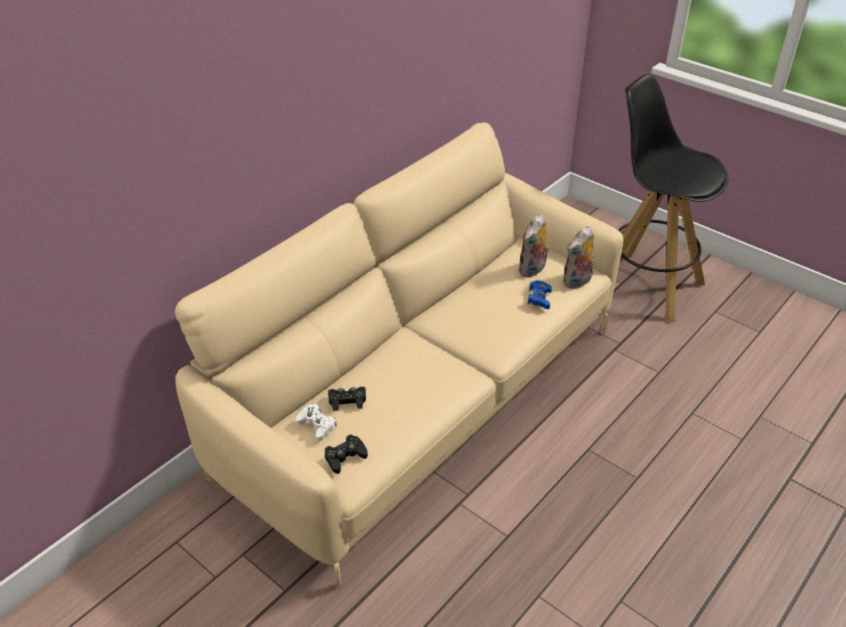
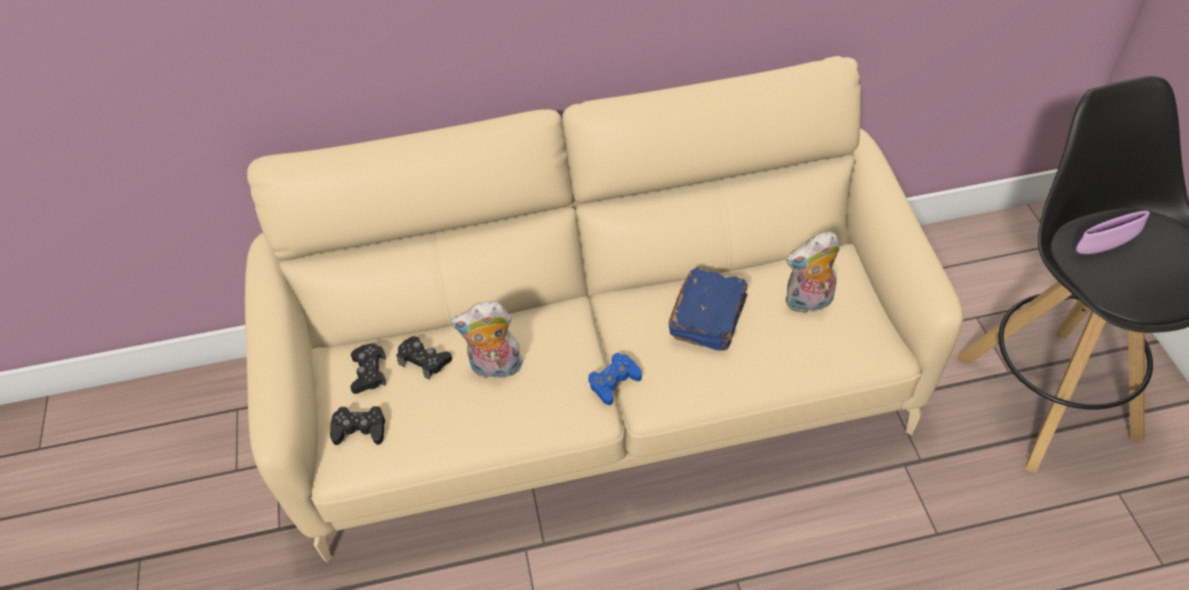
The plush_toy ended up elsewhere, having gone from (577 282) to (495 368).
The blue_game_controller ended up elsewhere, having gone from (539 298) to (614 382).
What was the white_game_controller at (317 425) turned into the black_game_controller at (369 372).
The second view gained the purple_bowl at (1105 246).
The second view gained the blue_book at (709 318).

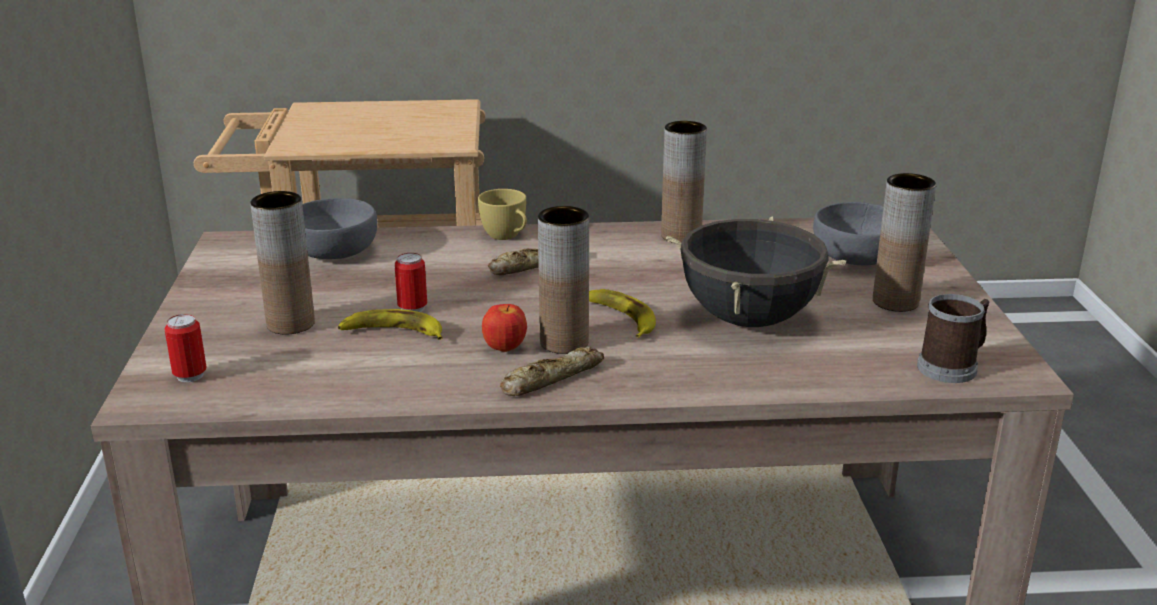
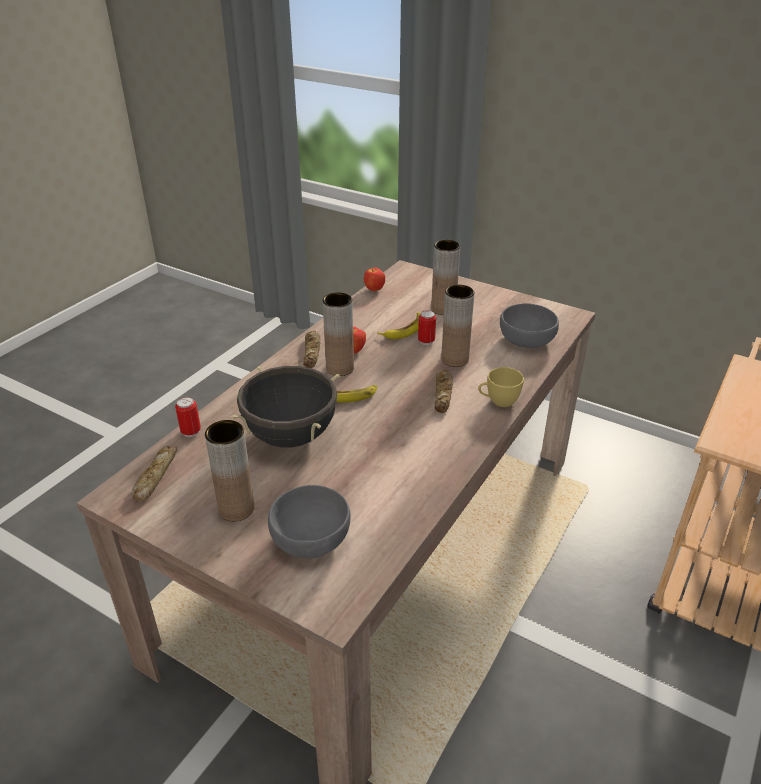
The brown_vase ended up elsewhere, having gone from (681 236) to (454 359).
Where the mug stood at (952 367), the bread came to stand at (155 476).
The can ended up elsewhere, having gone from (190 375) to (191 432).
The second view gained the apple at (374 290).

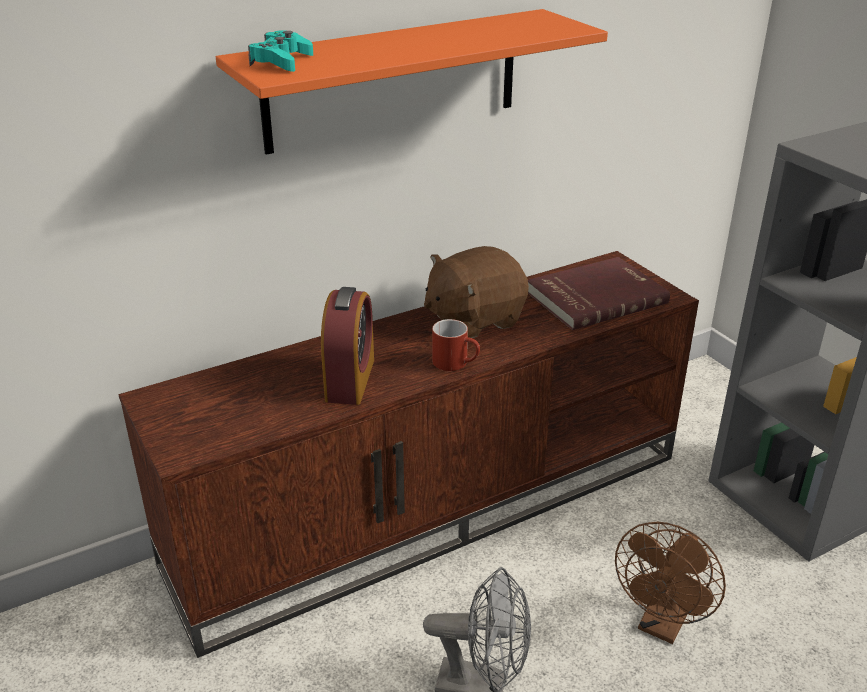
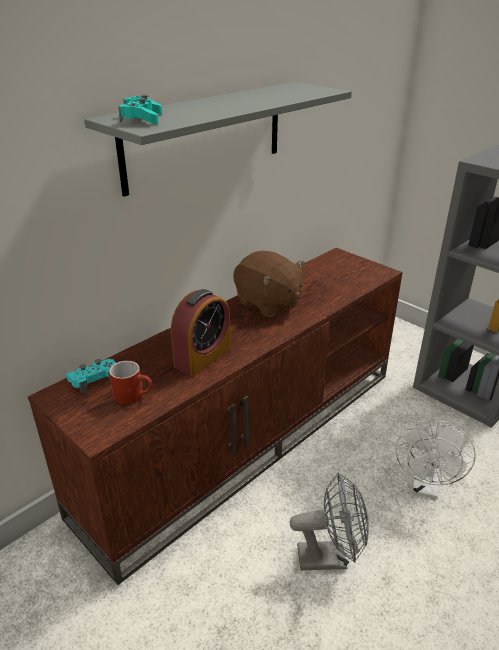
What was the orange_shelf at (393 80) turned into the grey_shelf at (205 136).
The brown_plush_toy at (474 319) ended up facing another way, 90 degrees counterclockwise from before.
The second view lost the red_book at (594 296).
The alarm_clock at (350 380) ended up facing another way, 45 degrees clockwise from before.
The red_mug ended up elsewhere, having gone from (456 363) to (134 395).
What was the brown_fan at (662 625) turned into the white_fan at (425 487).
The second view gained the turquoise_game_controller at (94 379).

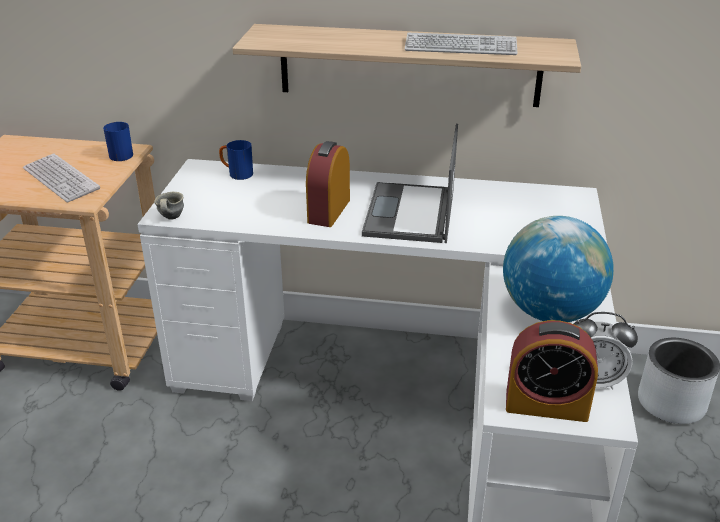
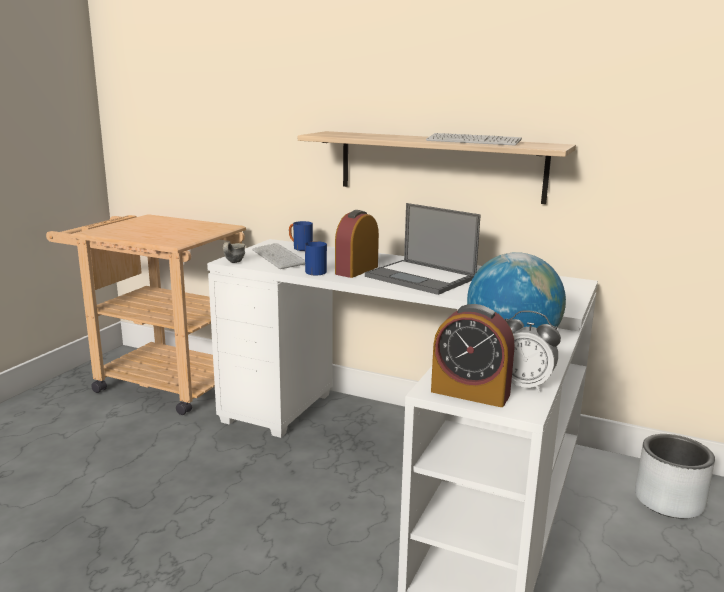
The blue_mug ended up elsewhere, having gone from (123 154) to (317 271).
The laptop at (410 214) ended up facing another way, 75 degrees counterclockwise from before.
The keyboard ended up elsewhere, having gone from (61 179) to (278 257).

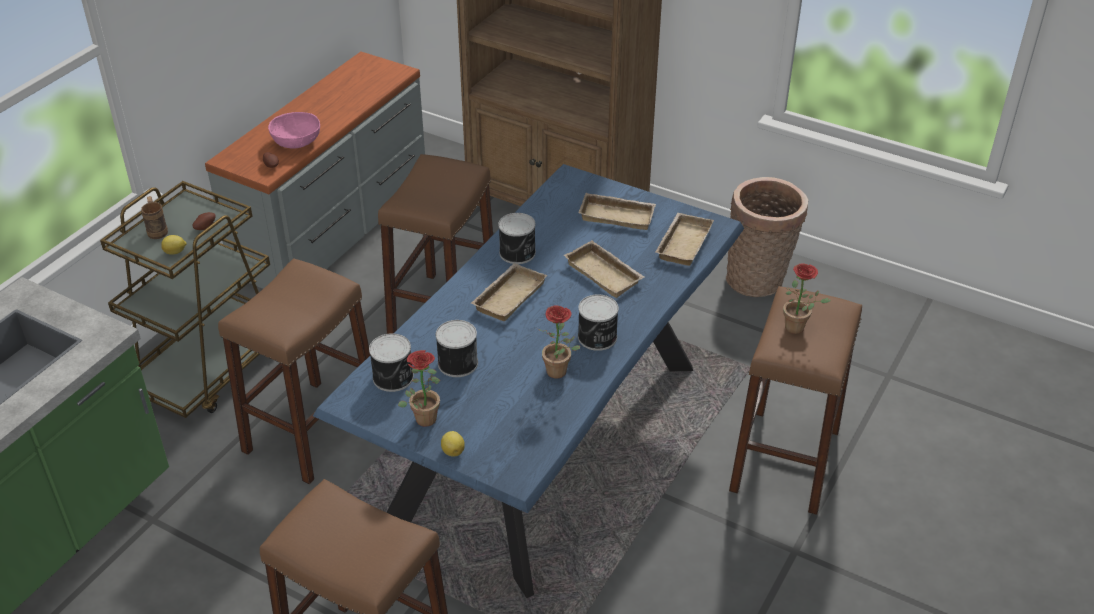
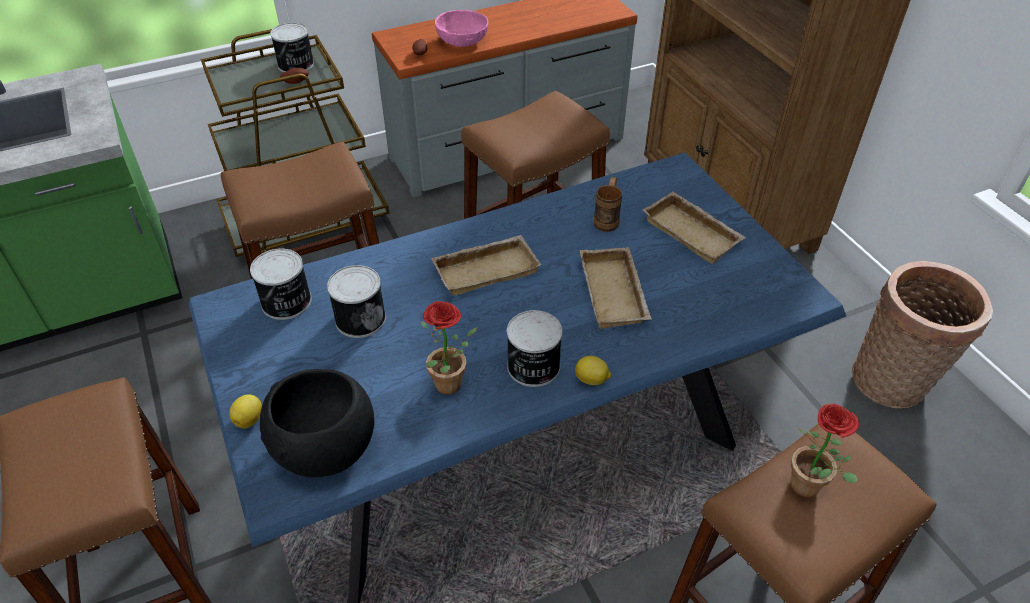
The brown_mug ended up elsewhere, having gone from (157 230) to (607 219).
The can ended up elsewhere, having gone from (518 253) to (296 65).
The second view lost the beige_tray at (682 243).
The lemon ended up elsewhere, having gone from (175 252) to (592 380).
The second view lost the potted_plant at (424 416).
The second view gained the black_bowl at (323 449).

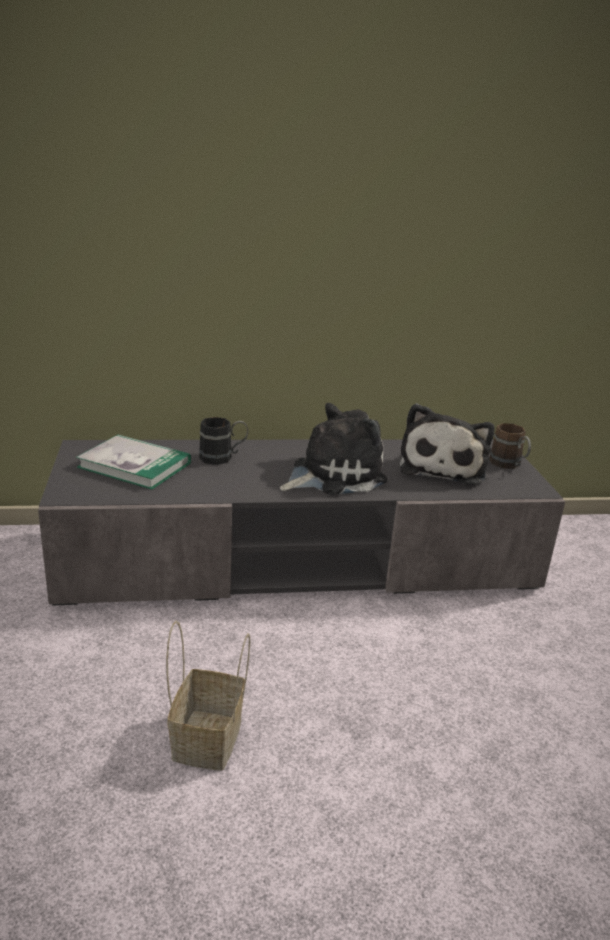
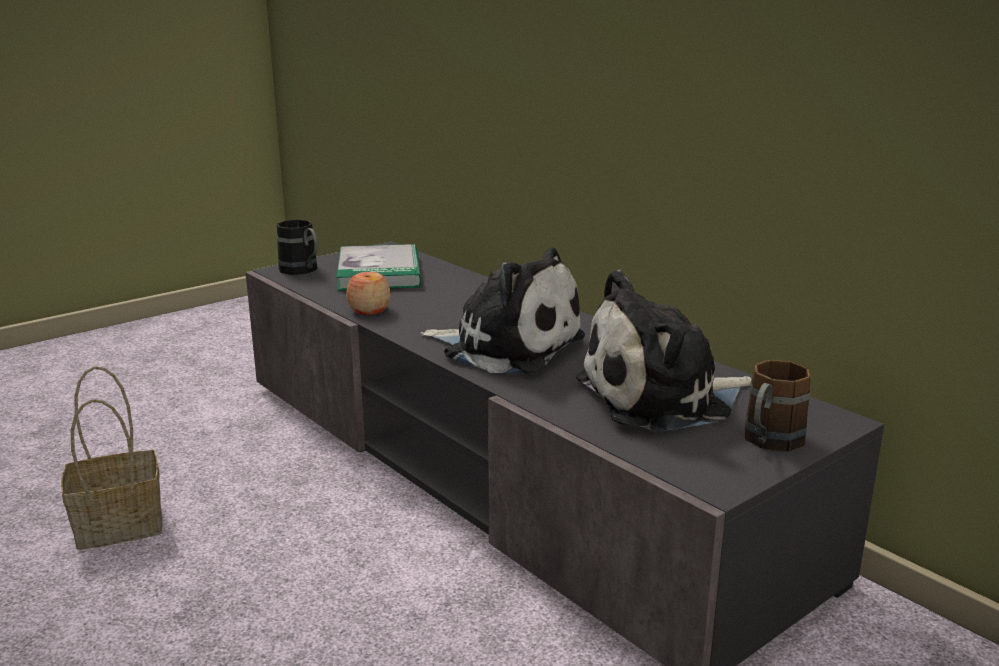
The black_mug ended up elsewhere, having gone from (223 457) to (303 271).
The second view gained the apple at (369 310).

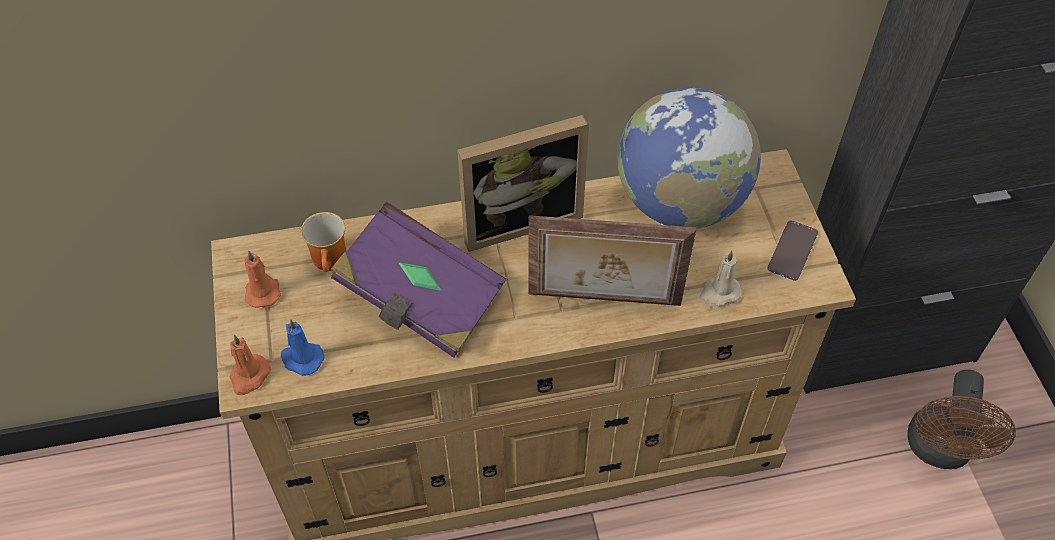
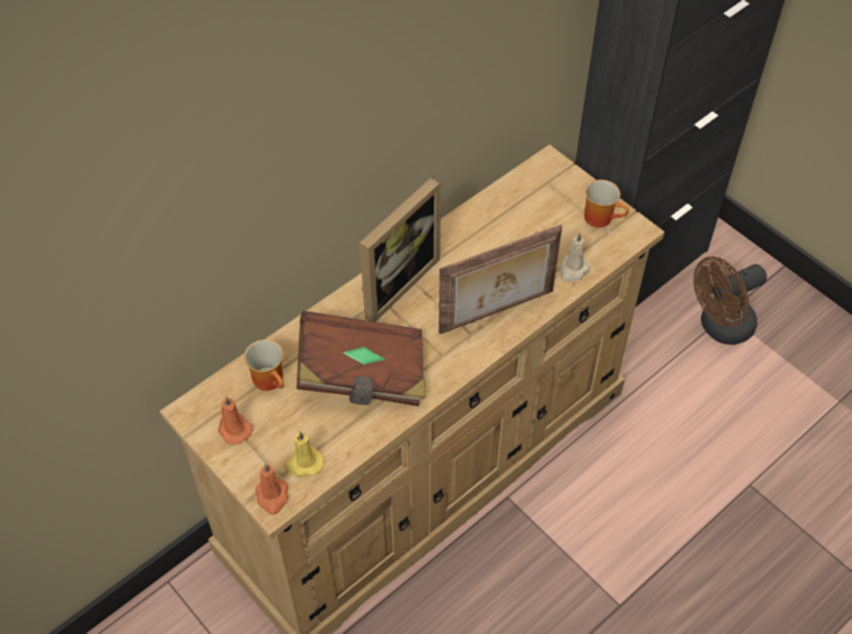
The second view lost the globe at (680 203).
What was the purple_book at (421 299) turned into the brown_book at (362 375).
Where the phone stood at (792 251), the mug came to stand at (602 217).
What was the blue_candle at (301 359) turned into the yellow_candle at (304 464).
The brown_fan at (939 451) ended up facing another way, 75 degrees clockwise from before.

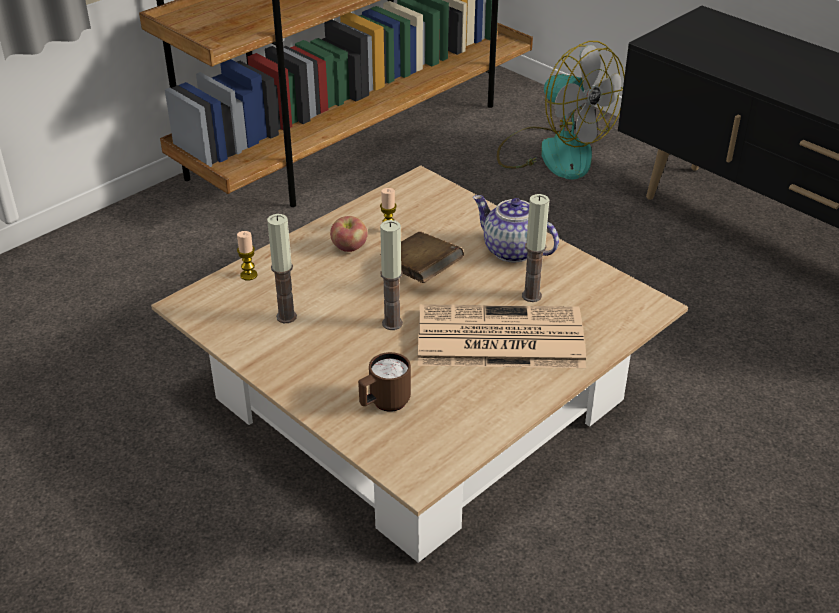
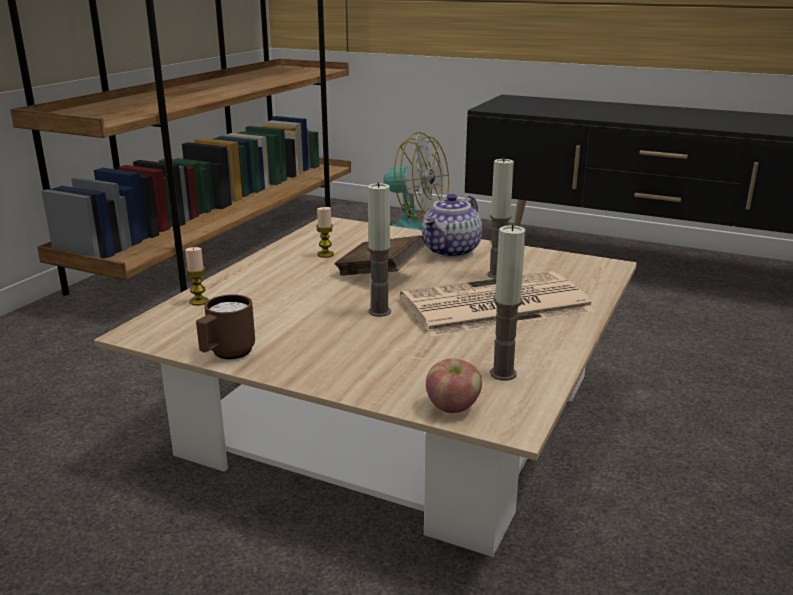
The teapot at (511 251) ended up facing another way, 75 degrees counterclockwise from before.
The candle ended up elsewhere, having gone from (286 316) to (503 374).
The apple ended up elsewhere, having gone from (349 247) to (453 407).
The brown_mug ended up elsewhere, having gone from (384 404) to (227 354).

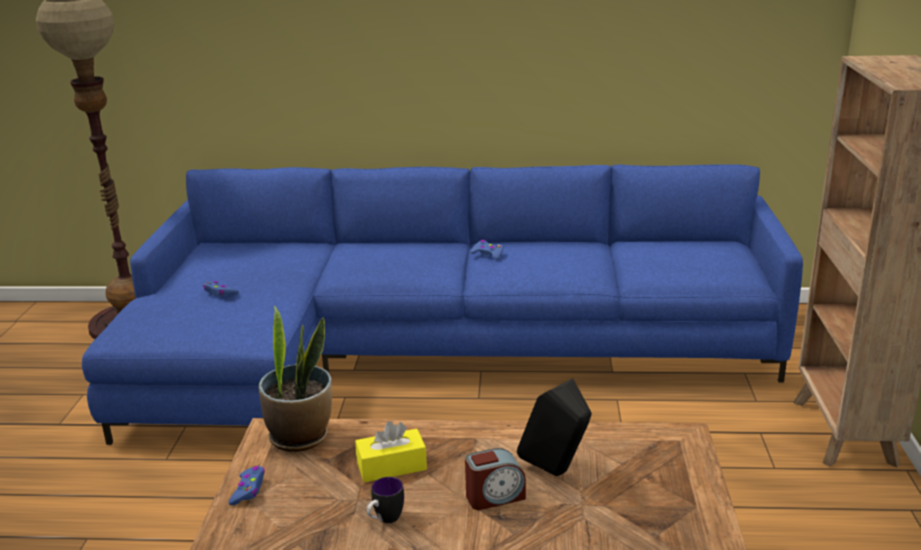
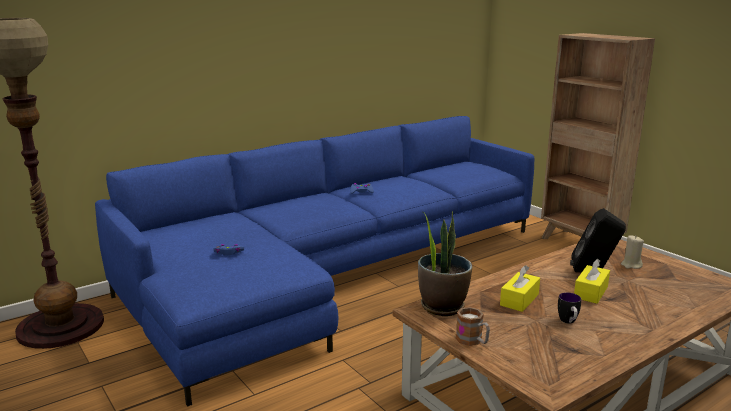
Where the alarm_clock stood at (495 497), the yellow_tissue_box came to stand at (591 292).
Where the blue_game_controller stood at (248 490), the mug came to stand at (473 341).
The second view gained the beige_candle at (631 265).

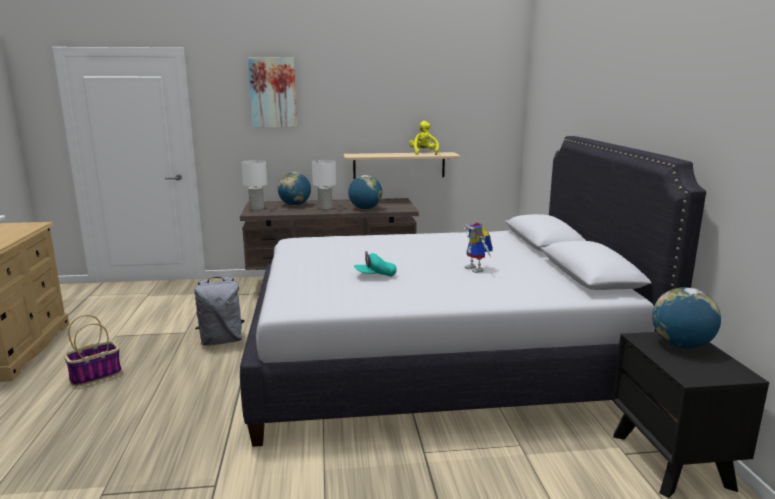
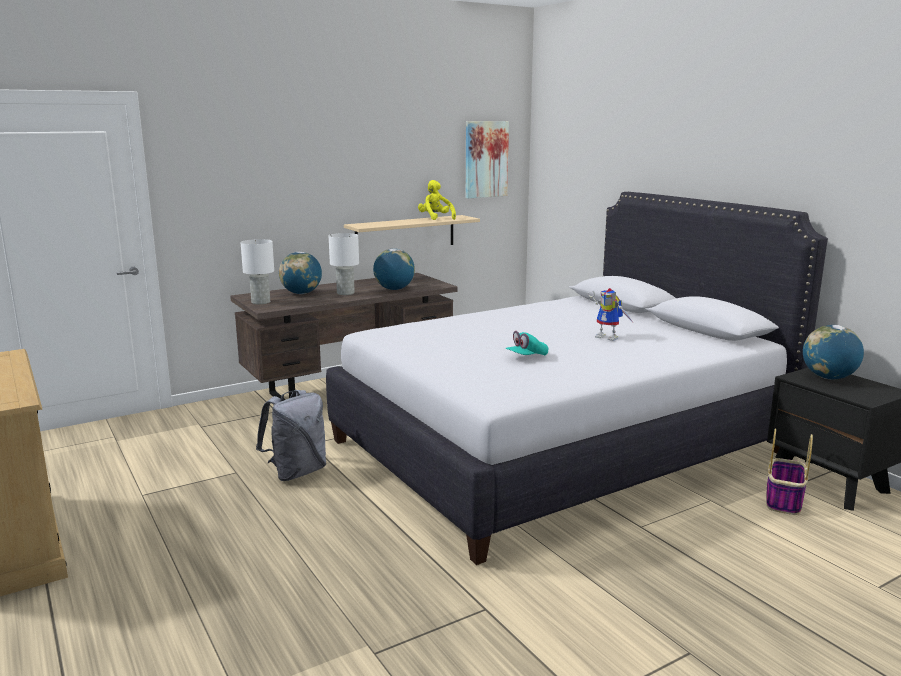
The picture ended up elsewhere, having gone from (273 92) to (486 159).
The basket ended up elsewhere, having gone from (96 375) to (783 500).

